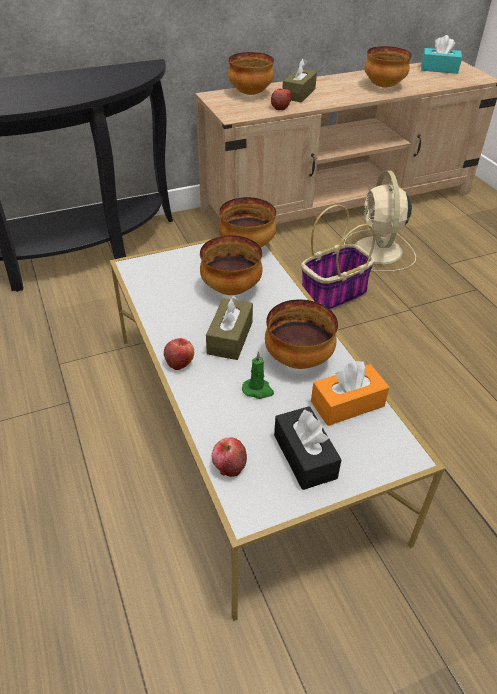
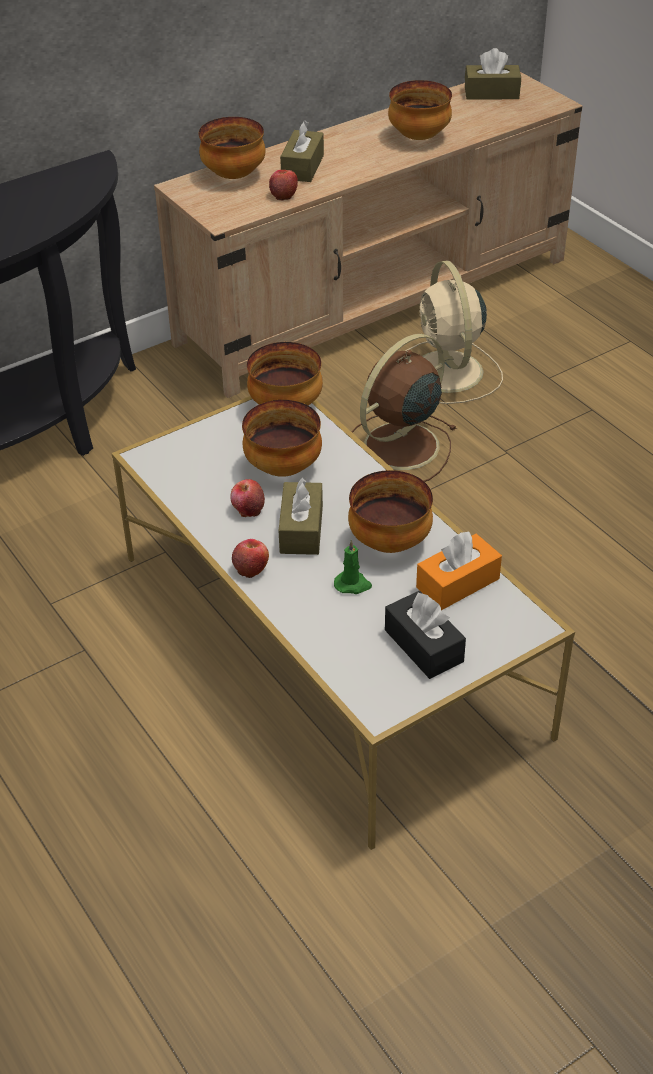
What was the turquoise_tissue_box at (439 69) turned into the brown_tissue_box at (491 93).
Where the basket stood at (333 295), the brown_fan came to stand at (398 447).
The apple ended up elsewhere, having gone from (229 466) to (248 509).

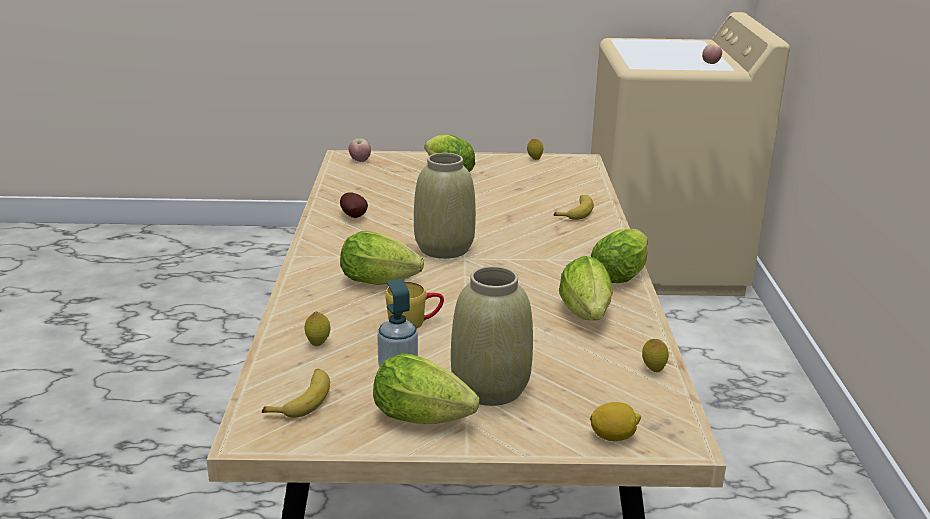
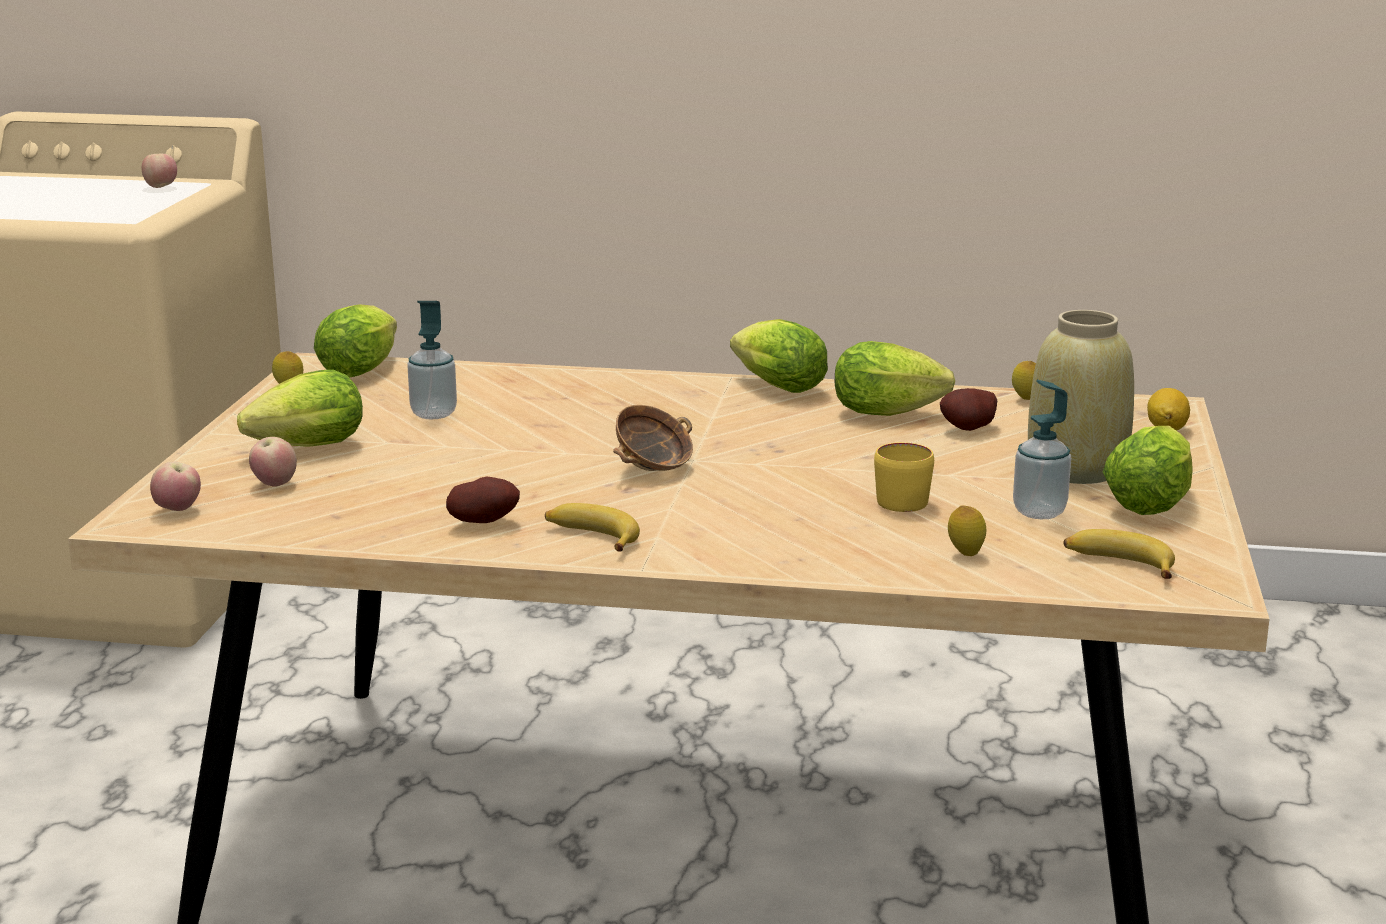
Where the beige_vase stood at (445 248), the bowl came to stand at (654 468).
The banana ended up elsewhere, having gone from (575 212) to (591 537).
The lettuce ended up elsewhere, having gone from (383 282) to (363 369).
The second view gained the soap_dispenser at (433 414).
The second view gained the potato at (970 430).
The second view gained the apple at (274 484).

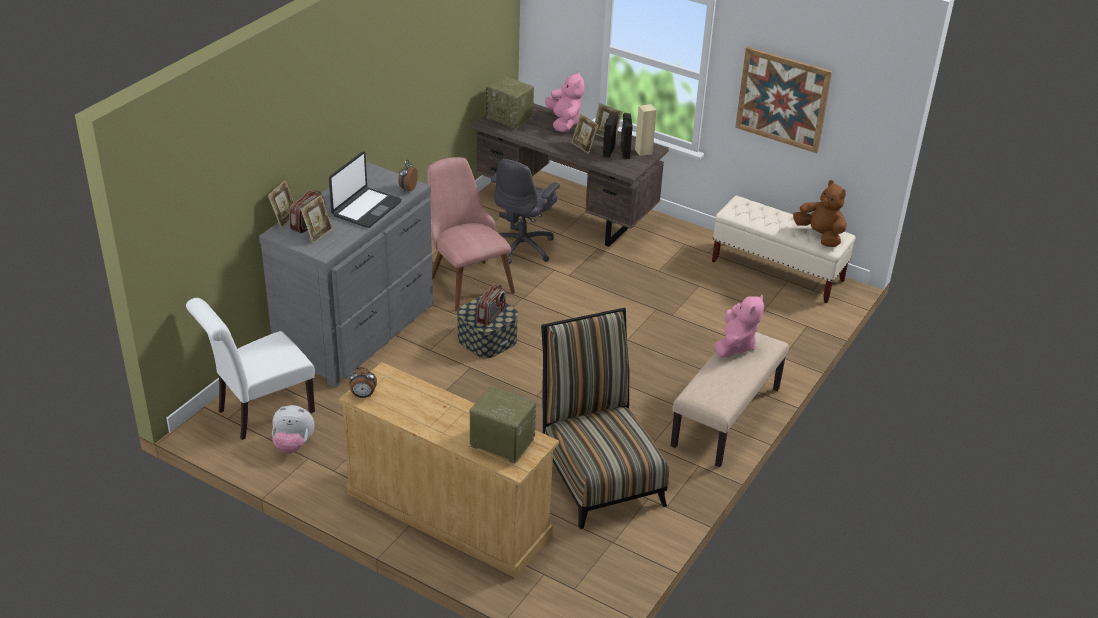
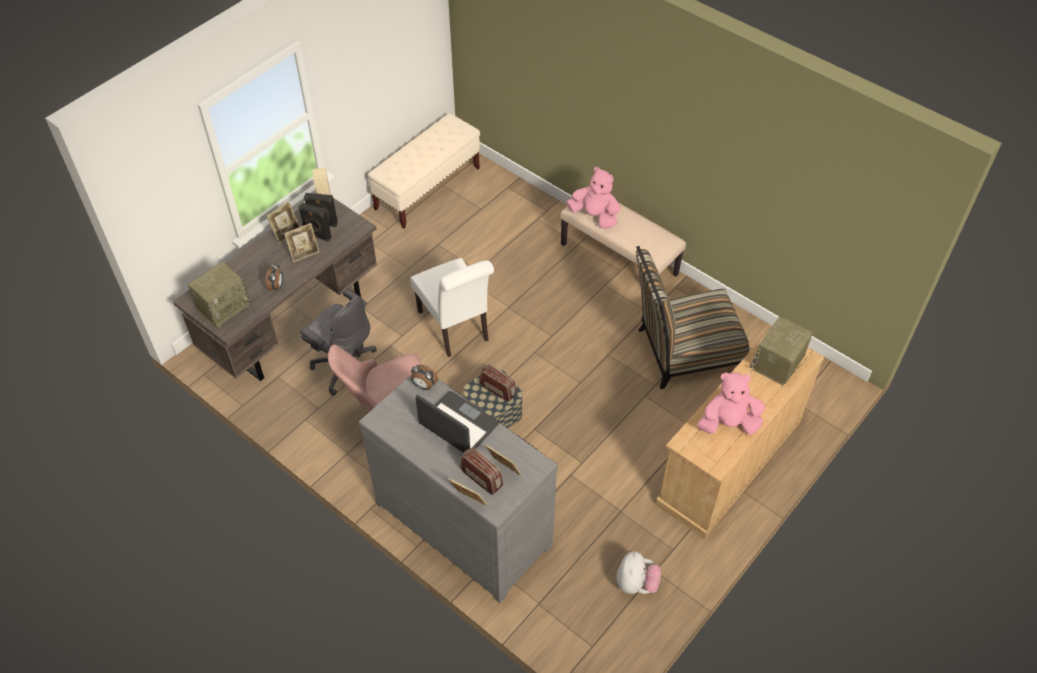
The second view lost the picture at (782 99).
The pink_plush_toy ended up elsewhere, having gone from (564 122) to (728 423).
The second view lost the brown_plush_toy at (820 236).
The white_chair ended up elsewhere, having gone from (260 412) to (456 329).
The alarm_clock ended up elsewhere, having gone from (363 395) to (277 286).

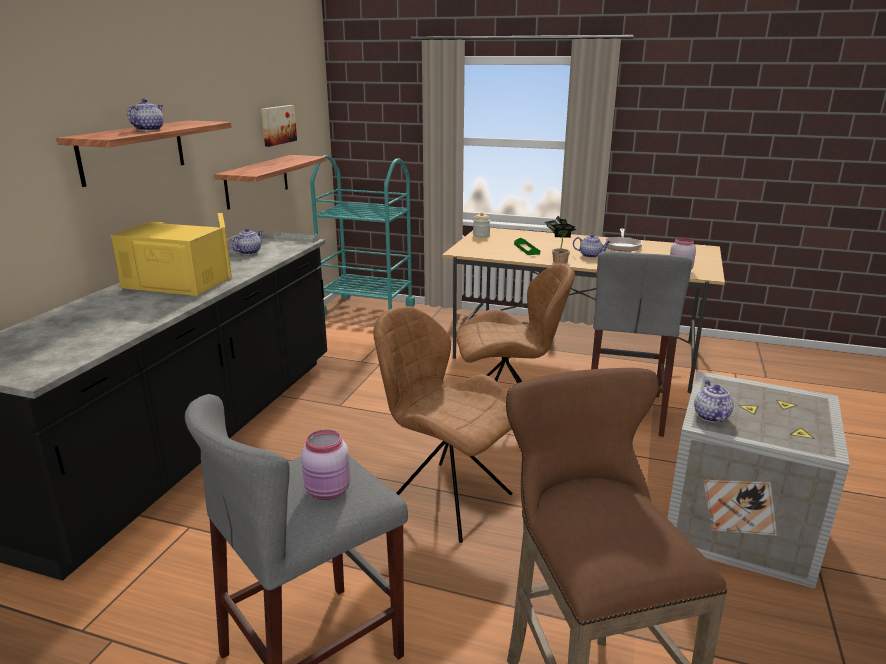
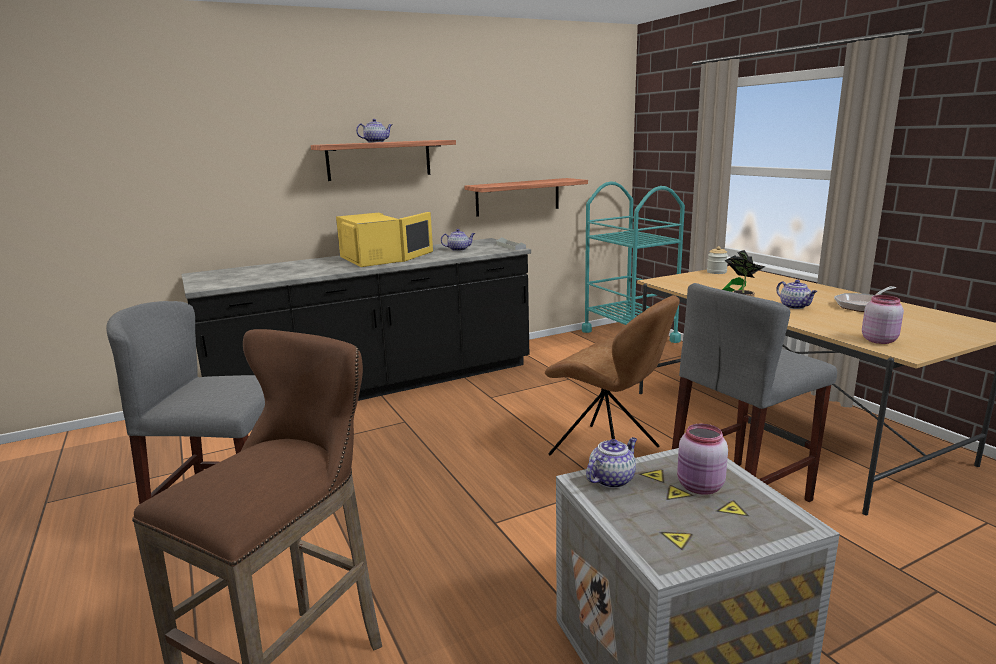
The second view lost the picture at (277 125).
The second view lost the brown_chair at (445 498).
The pink_jar ended up elsewhere, having gone from (328 491) to (700 487).

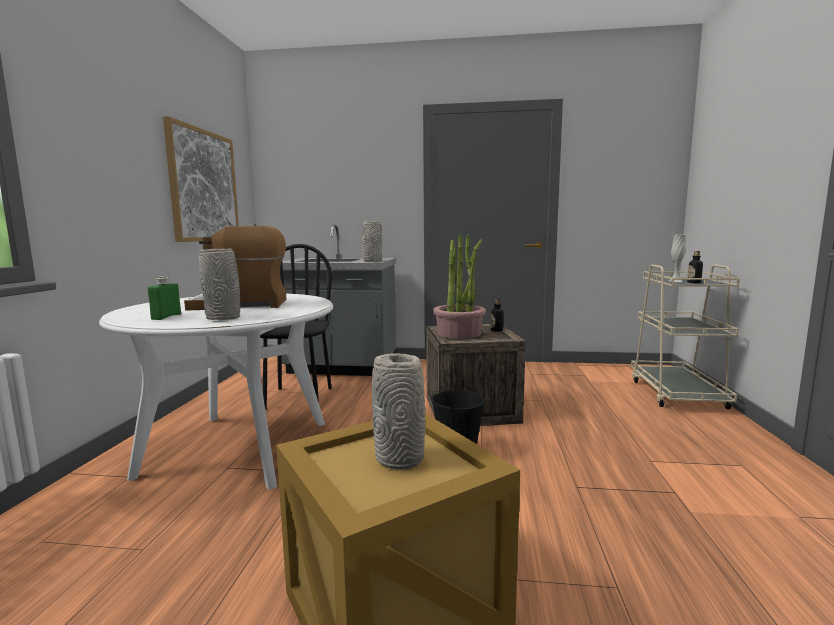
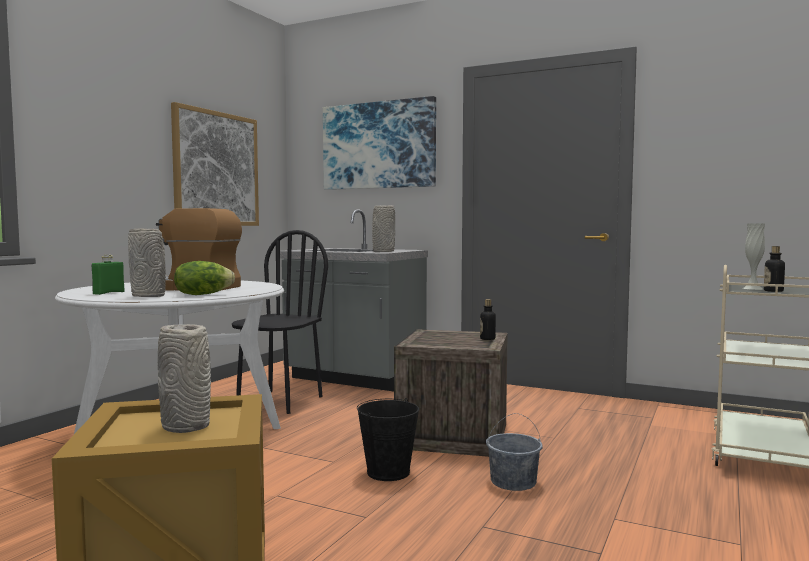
The second view lost the potted_plant at (459 333).
The second view gained the picture at (378 145).
The second view gained the lettuce at (202 294).
The second view gained the grey_bucket at (513 482).

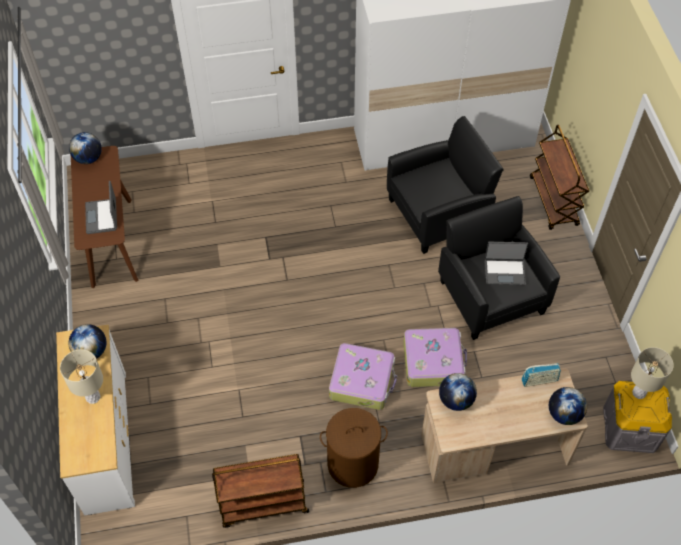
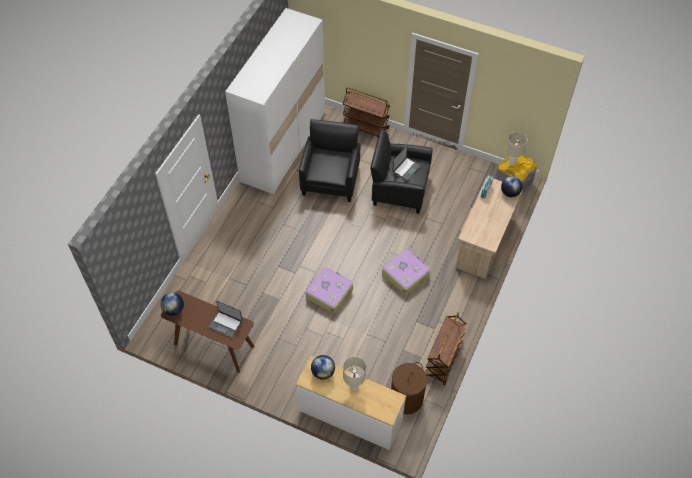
The suitcase ended up elsewhere, having gone from (433 361) to (329 293).
The second view lost the globe at (456 400).
The brown_laundry_basket ended up elsewhere, having gone from (352 464) to (406 399).

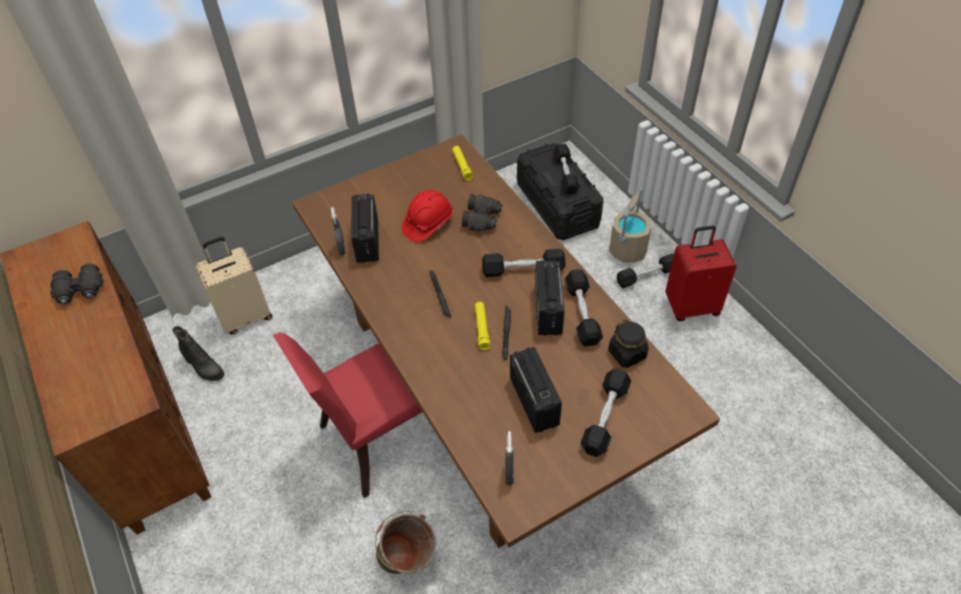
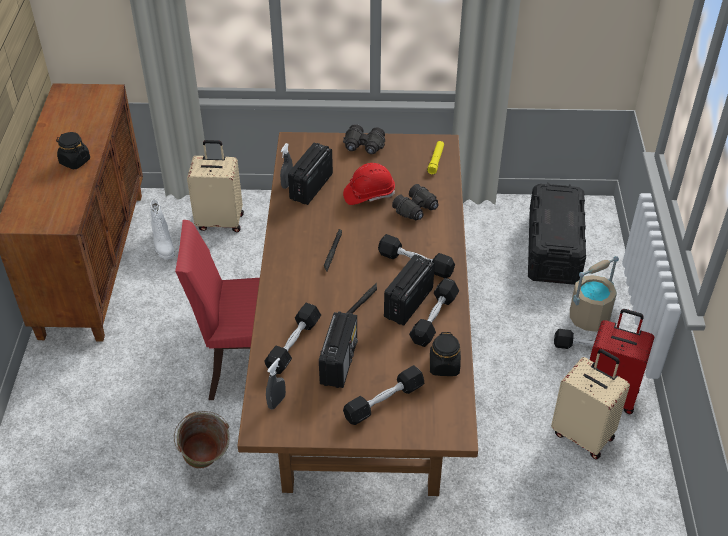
The black_dumbbell ended up elsewhere, having gone from (565 174) to (293 345).
The black_binoculars ended up elsewhere, having gone from (80 291) to (364 147).
The second view lost the yellow_flashlight at (482 328).
What was the black_boot at (203 368) turned into the white_boot at (163 245).
The second view gained the black_jar at (74 161).
The second view gained the beige_suitcase at (583 434).

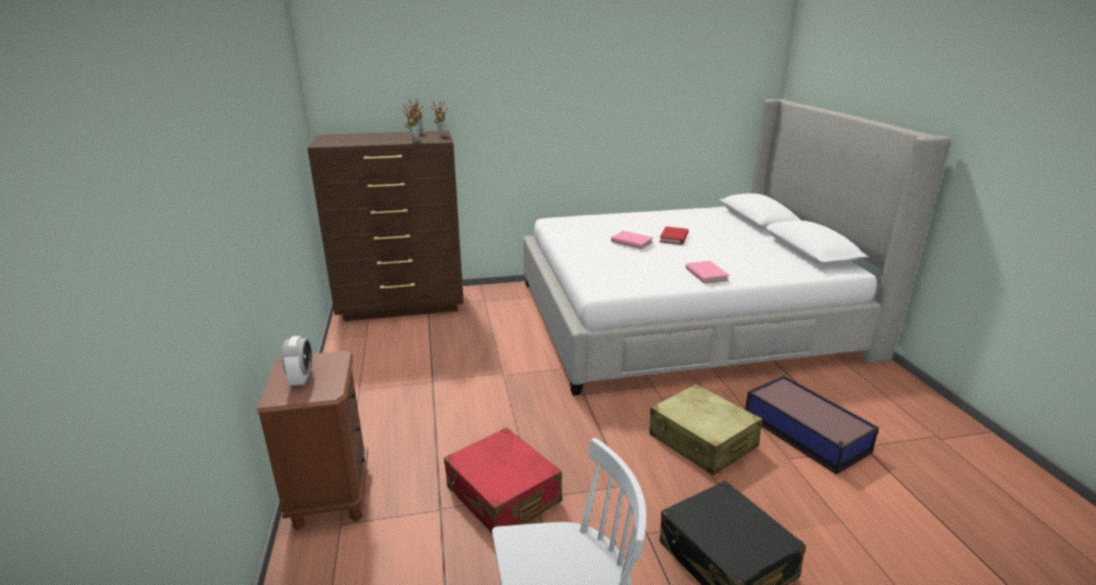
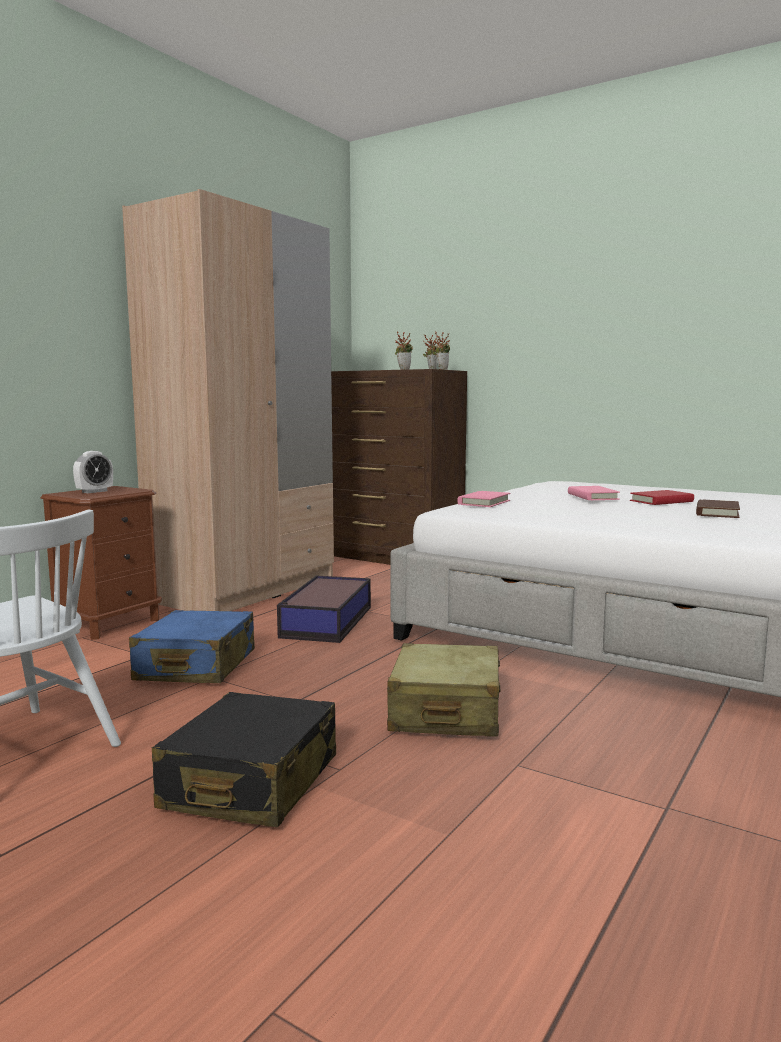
The pink_book ended up elsewhere, having gone from (706 275) to (484 502).
The storage_box ended up elsewhere, having gone from (806 434) to (326 622).
What was the red_suitcase at (503 495) turned into the blue_suitcase at (196 666).
The second view gained the beige_wardrobe at (245 590).
The second view gained the brown_book at (717 512).

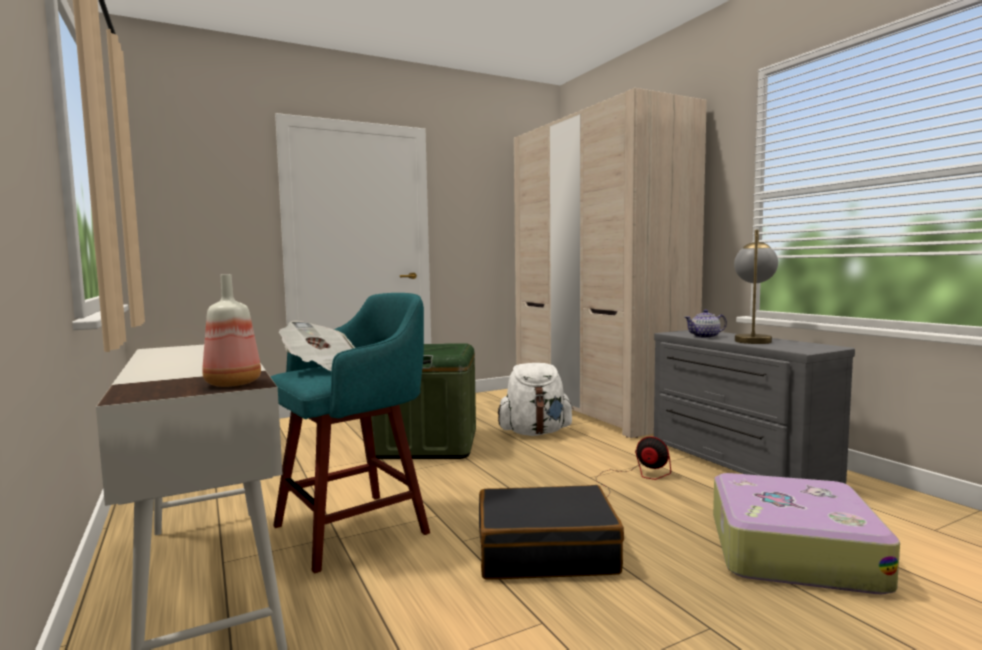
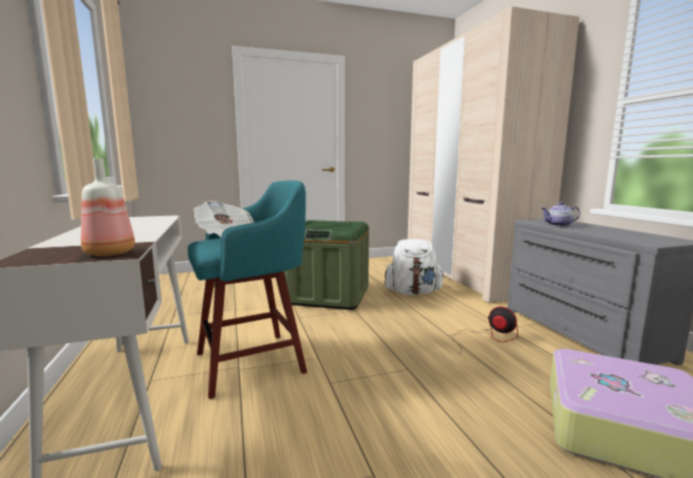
The second view lost the table_lamp at (752 340).
The second view lost the black_suitcase at (545 551).

